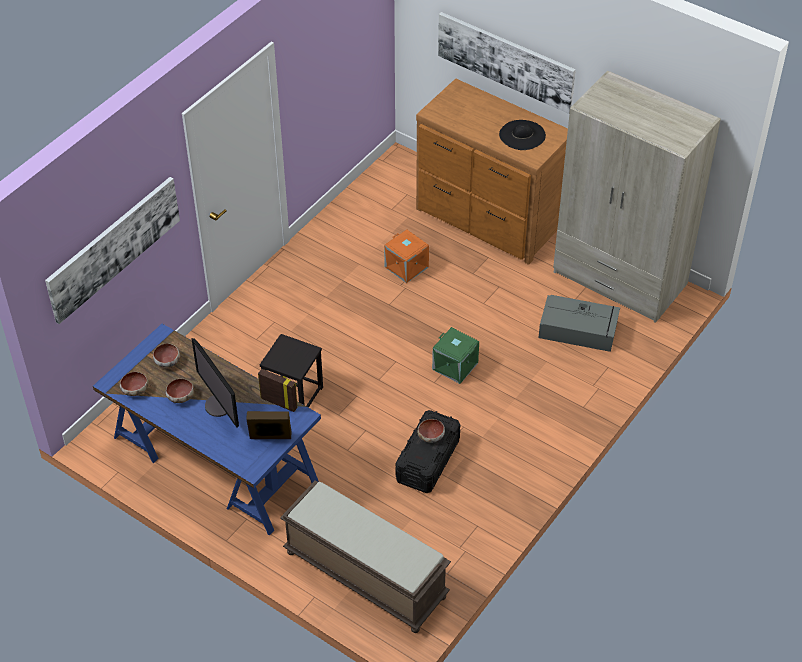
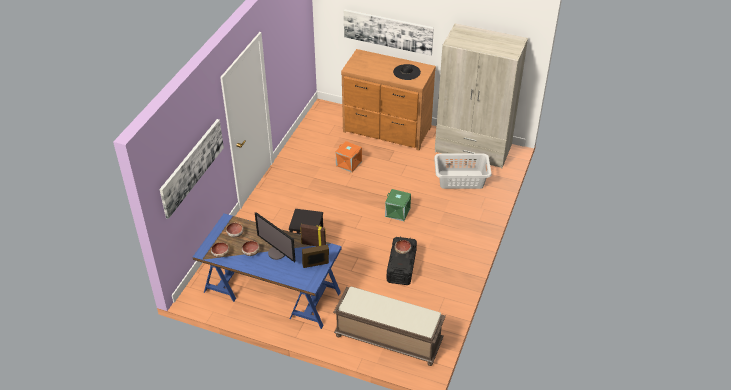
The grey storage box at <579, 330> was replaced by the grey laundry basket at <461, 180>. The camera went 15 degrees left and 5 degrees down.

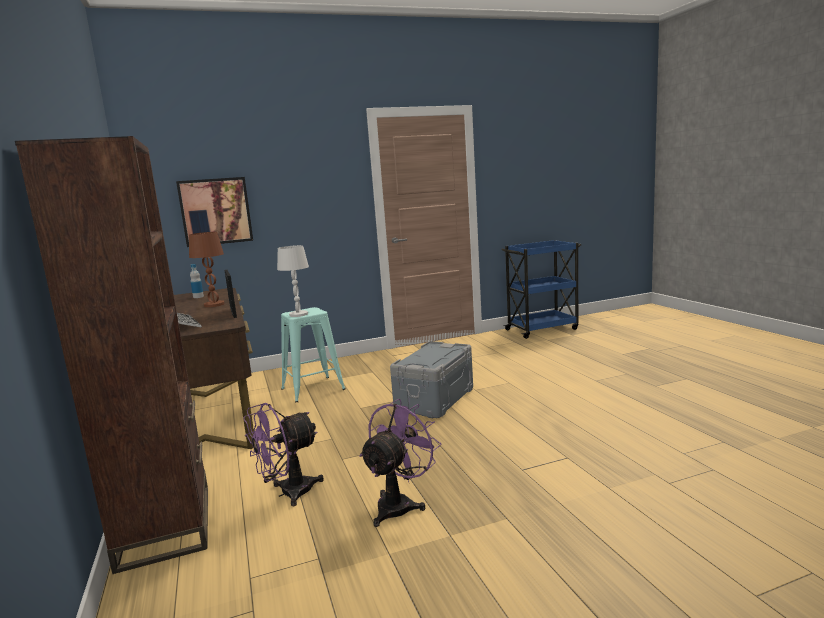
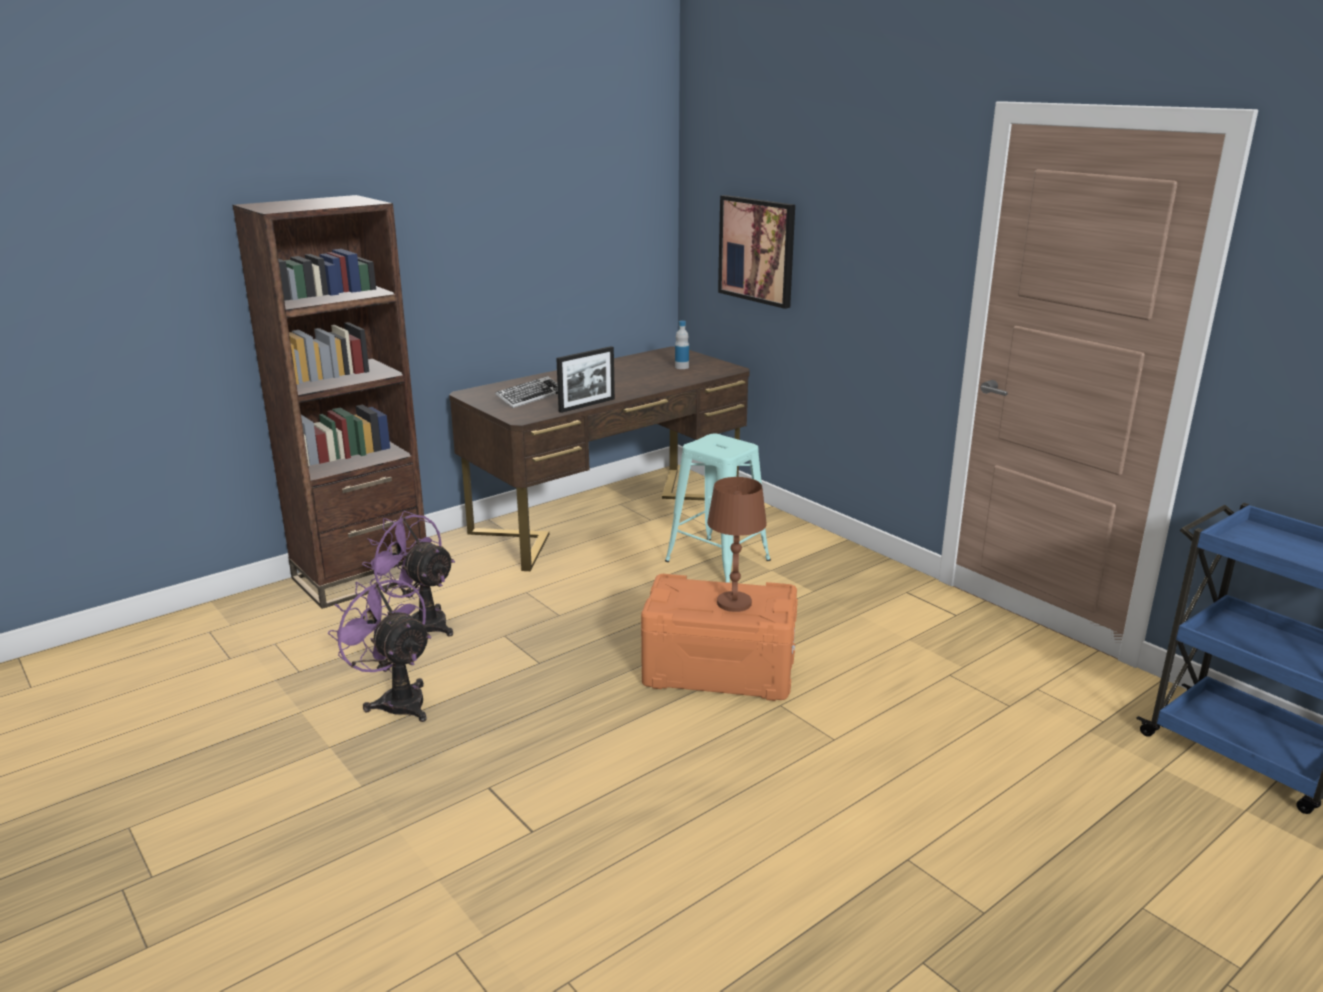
The purple electric fan at <400, 504> turned 150 degrees counterclockwise. The grey storage box at <434, 399> became the orange storage box at <719, 670>. The brownish tabletop lamp moved from <214, 305> to <734, 603>. The whitish tabletop lamp at <298, 314> disappeared. The camera went 70 degrees right and 10 degrees up.

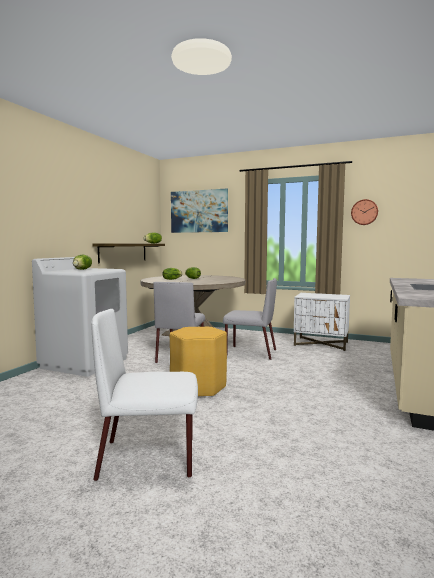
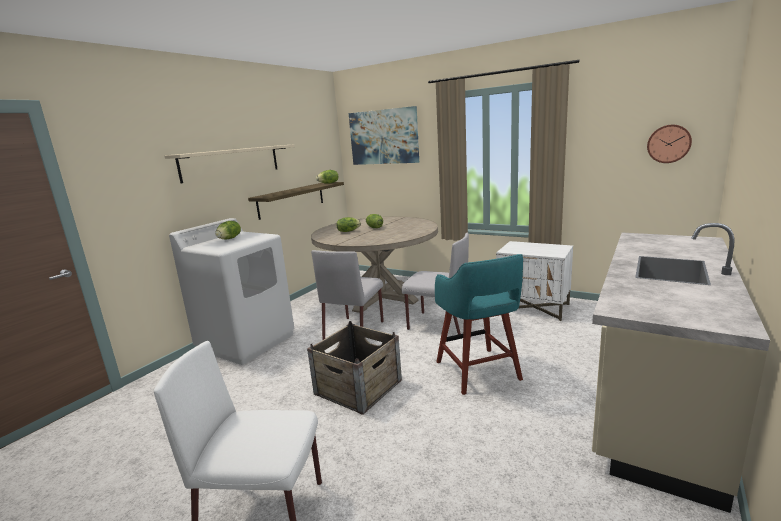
The beige-coloured wall shelf at <231, 162> appeared. The yellow stool at <199, 387> was replaced by the packing crate at <358, 387>. The turquoise-coloured stool at <478, 372> appeared. The clock on the wall moved from <364, 212> to <668, 143>. The camera went 10 degrees right and 10 degrees up.

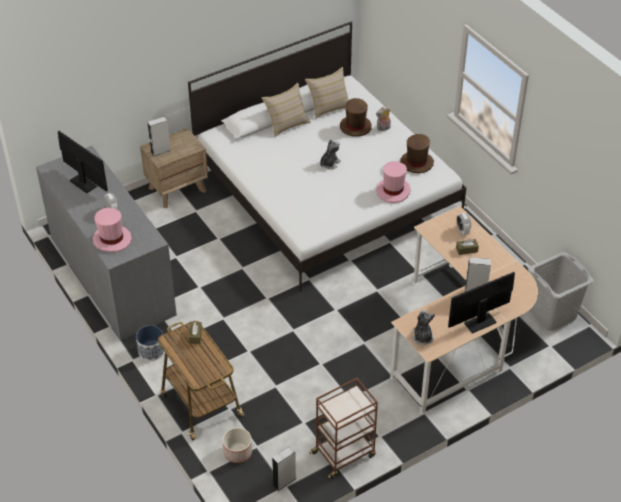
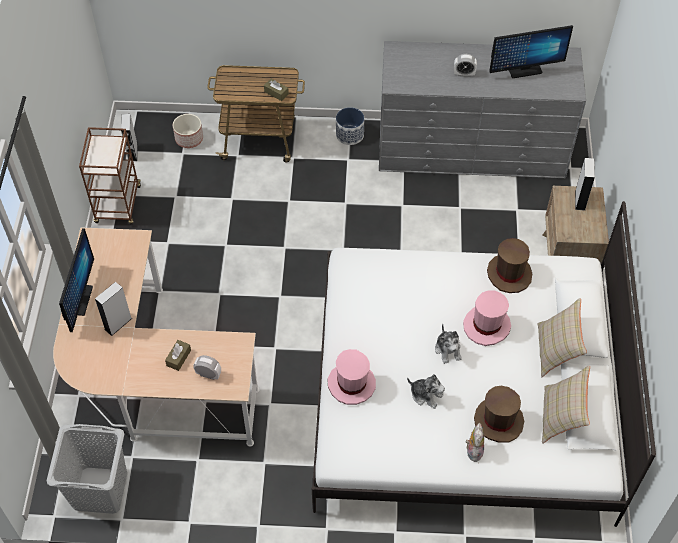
The soft toy moved from <422, 337> to <426, 395>. The pink-coloured clothing hat moved from <112, 239> to <487, 326>. The brownish clothing hat moved from <416, 163> to <509, 274>. The camera went 125 degrees right and 10 degrees up.

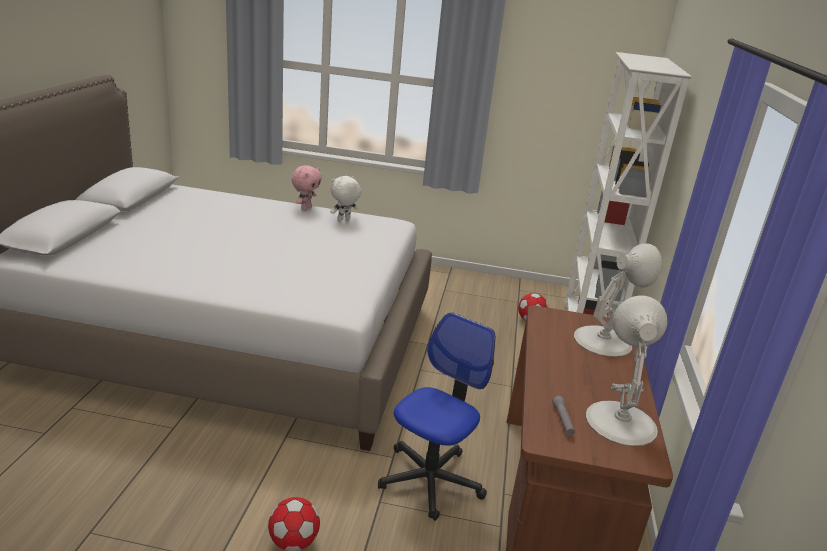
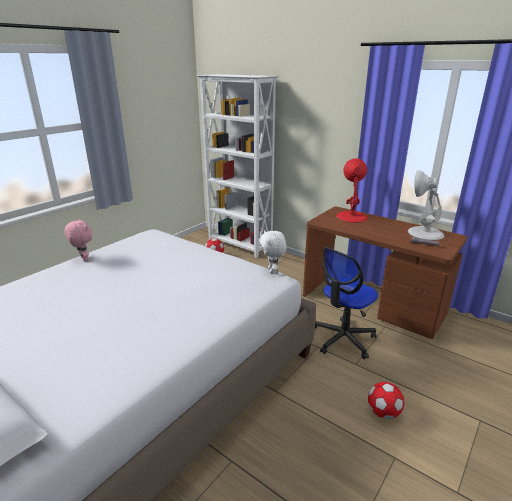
The whitish soft toy moved from <344, 219> to <272, 271>. The computer chair at <430, 480> turned 105 degrees counterclockwise. The whitish tabletop lamp at <603, 340> became the red tabletop lamp at <351, 216>. The camera went 60 degrees left and 0 degrees up.

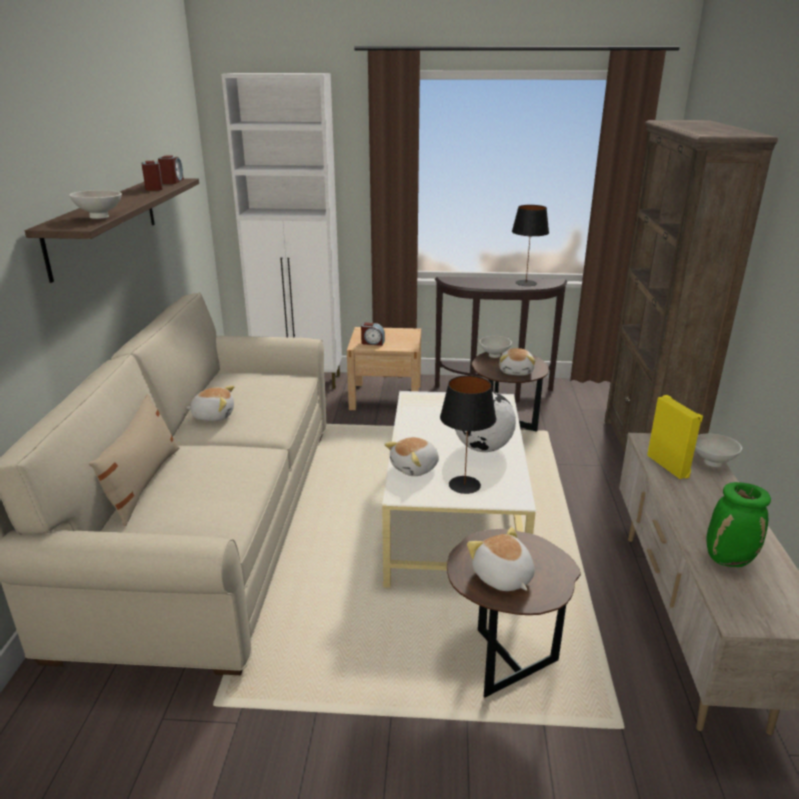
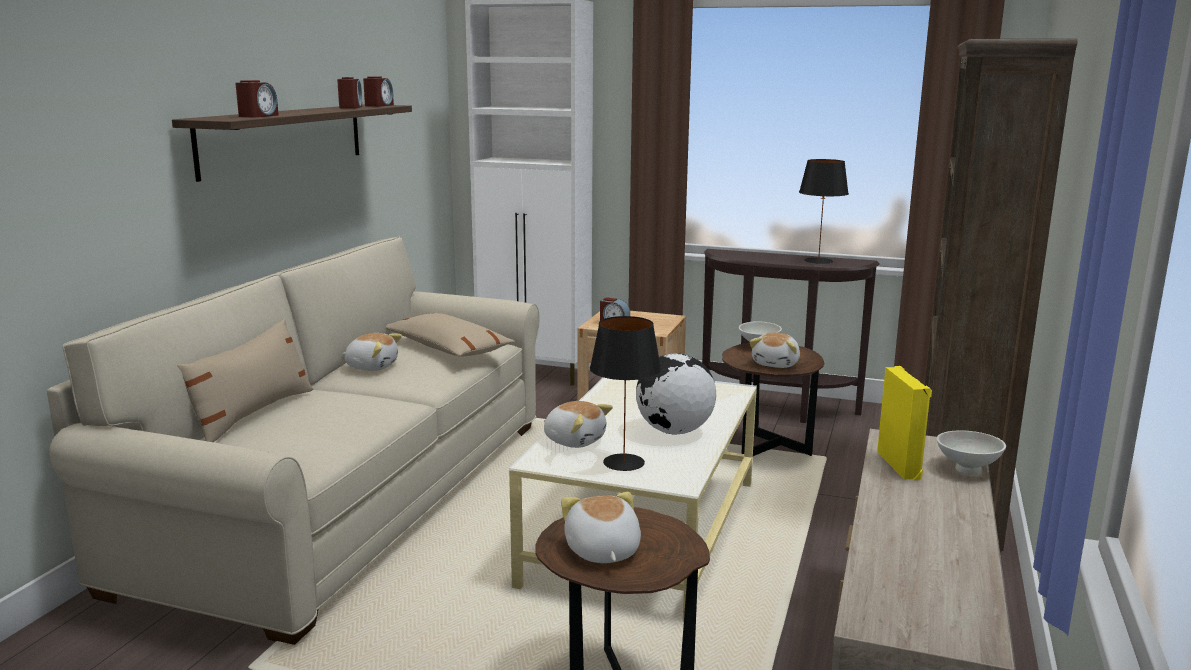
The whitish deep dish at <99, 216> was replaced by the alarm clock at <258, 116>. The beige-coloured throw pillow at <447, 349> appeared. The soft toy at <415, 468> turned 120 degrees counterclockwise. The greenish decorative vase at <729, 559> disappeared. The camera went 15 degrees right and 10 degrees down.

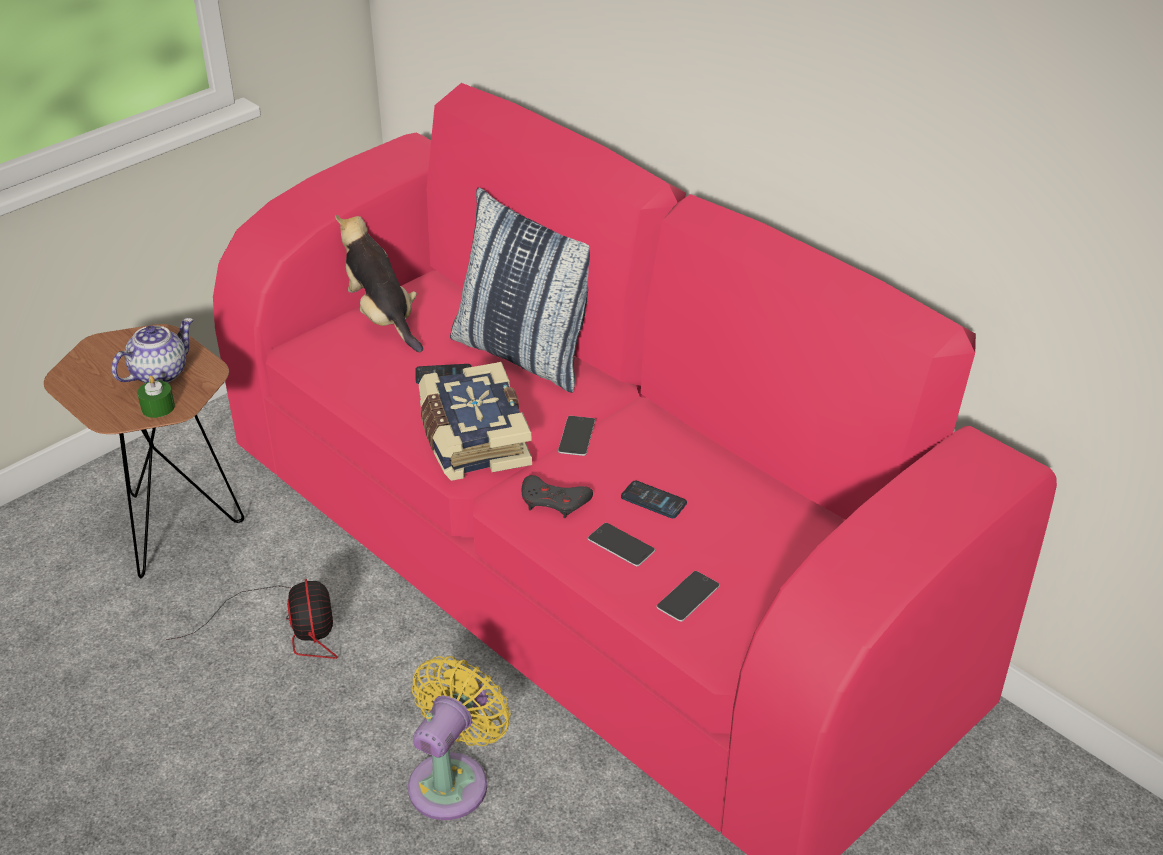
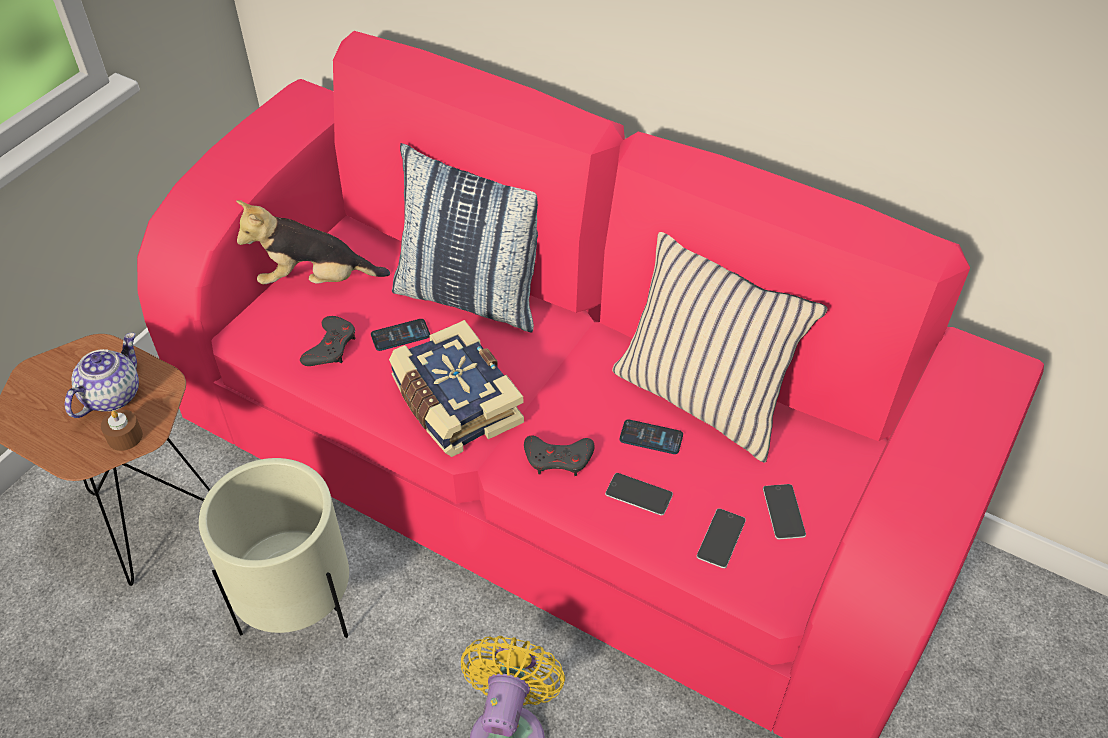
The greenish candle at <158, 407> became the brownish candle at <125, 437>. The electric fan at <289, 629> was replaced by the beige-coloured plant pot at <299, 608>. The soft toy at <381, 317> turned 45 degrees counterclockwise. The grey joypad at <331, 347> appeared. The beige-coloured throw pillow at <703, 398> appeared. The handset moved from <576, 436> to <783, 511>. The camera went 15 degrees left and 10 degrees up.

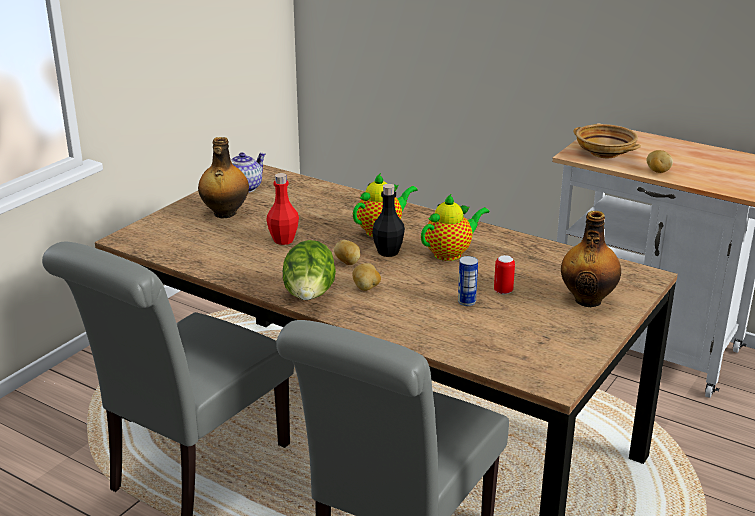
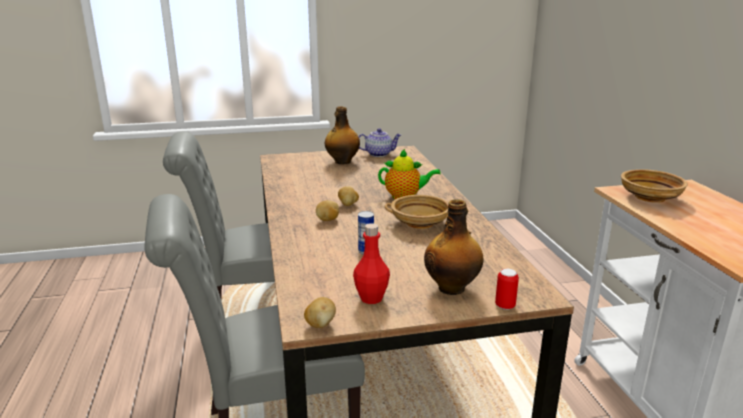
The potato moved from <657, 171> to <320, 324>. The red drink bottle moved from <283, 240> to <371, 298>. The teapot at <450, 253> was replaced by the beige-coloured deep dish at <419, 223>. The can moved from <503, 291> to <505, 306>. The lettuce head at <310, 297> disappeared. The black drink bottle at <388, 252> disappeared. The camera went 45 degrees right and 5 degrees down.

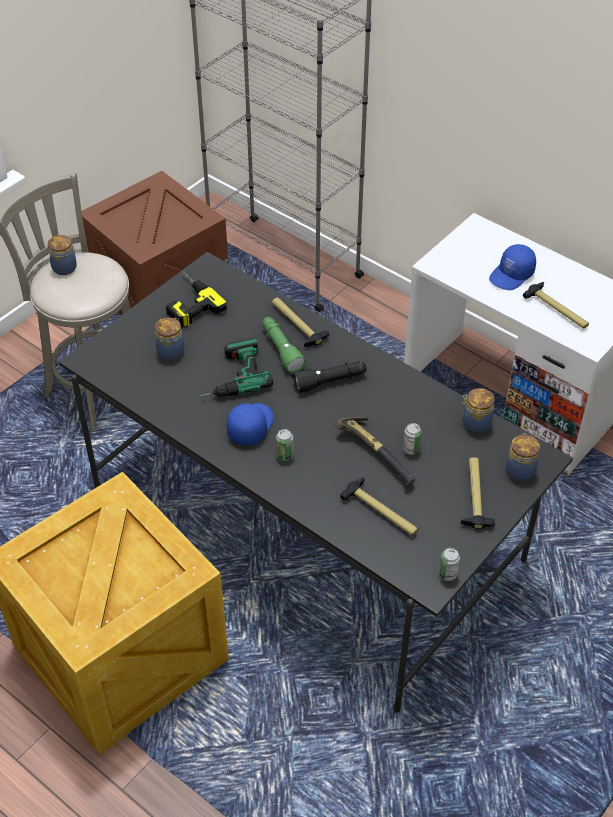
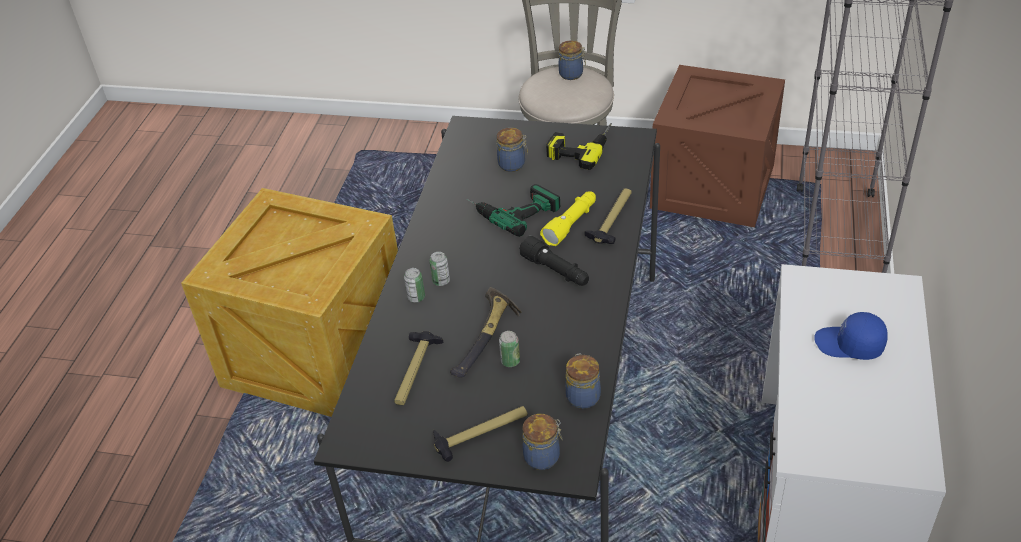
The can moved from <447, 574> to <416, 297>. The greenish hand torch at <281, 349> became the yellow hand torch at <571, 224>. The blue peaked cap at <250, 426> disappeared. The hammer at <557, 310> disappeared. The camera went 65 degrees right and 5 degrees down.

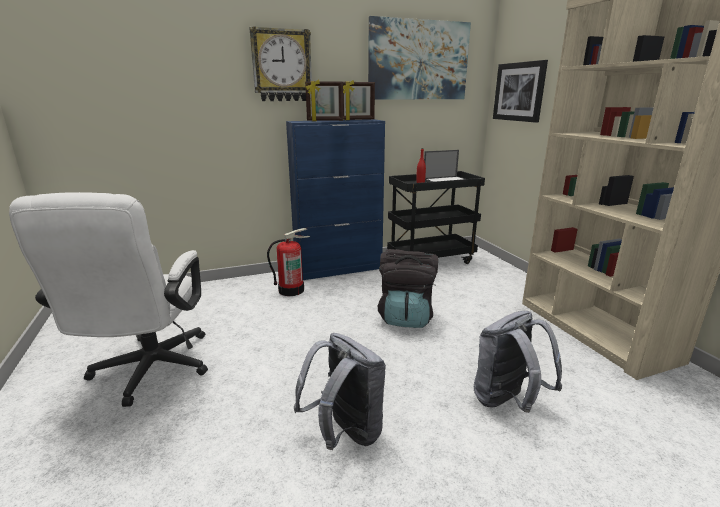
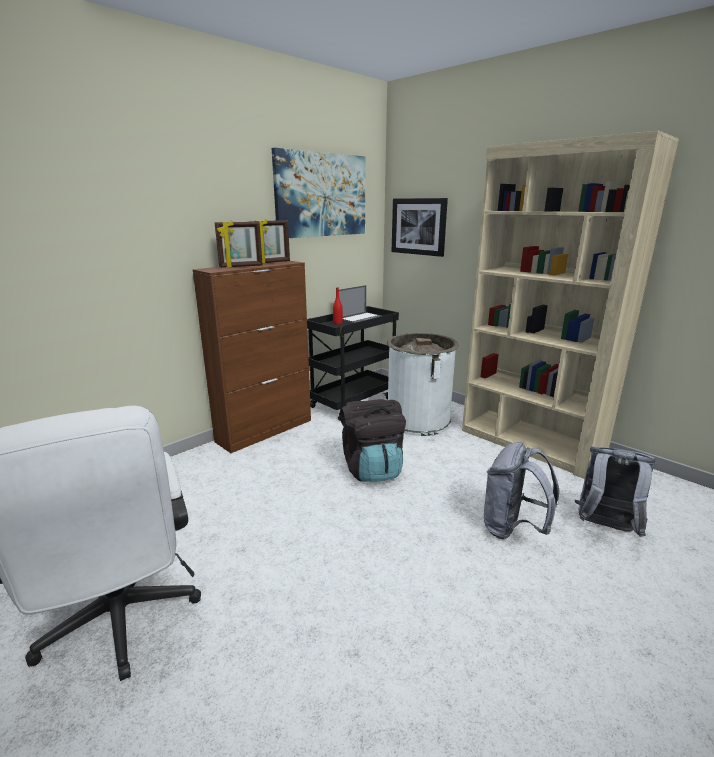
The blue cabinet at <339, 269> became the brownish cabinet at <265, 430>. The whitish waste bin at <418, 420> appeared. The grey backpack moved from <345, 433> to <605, 528>. The clock on the wall at <281, 66> disappeared. The fire extinguisher at <291, 290> disappeared. The camera went 25 degrees left and 0 degrees up.

